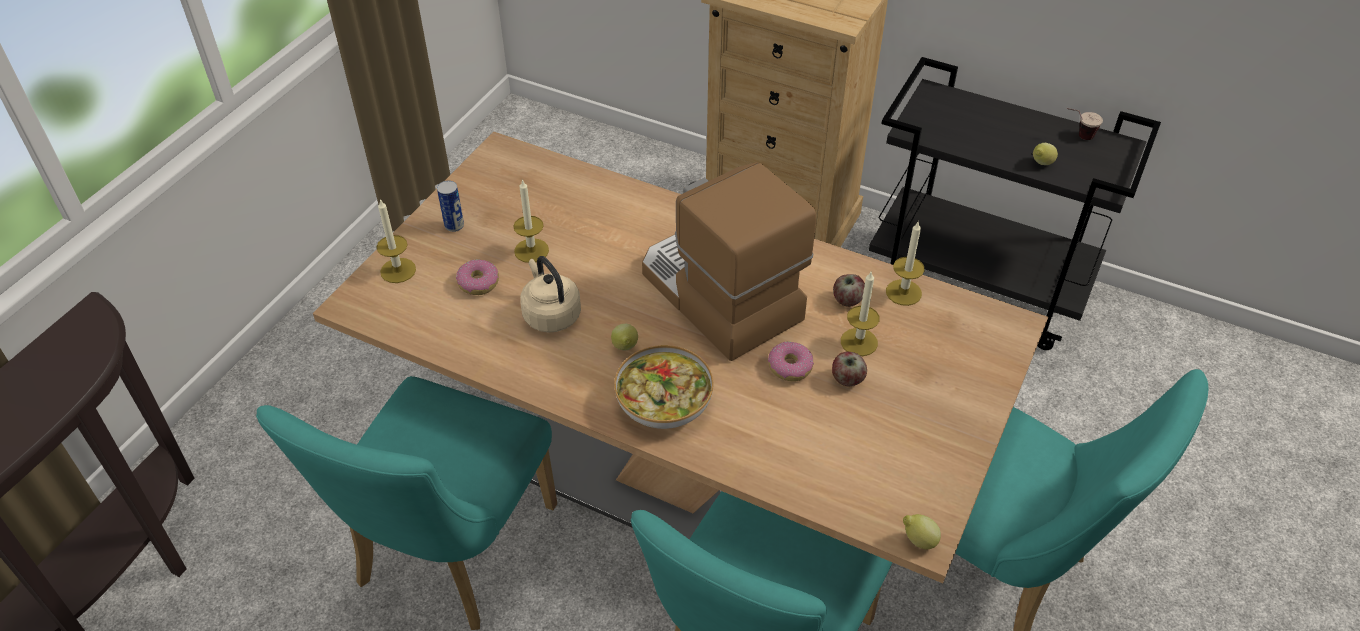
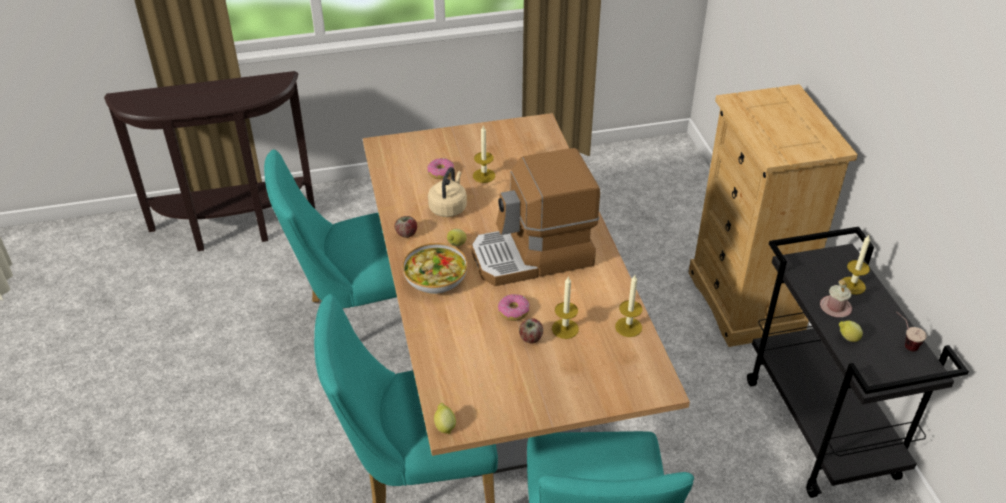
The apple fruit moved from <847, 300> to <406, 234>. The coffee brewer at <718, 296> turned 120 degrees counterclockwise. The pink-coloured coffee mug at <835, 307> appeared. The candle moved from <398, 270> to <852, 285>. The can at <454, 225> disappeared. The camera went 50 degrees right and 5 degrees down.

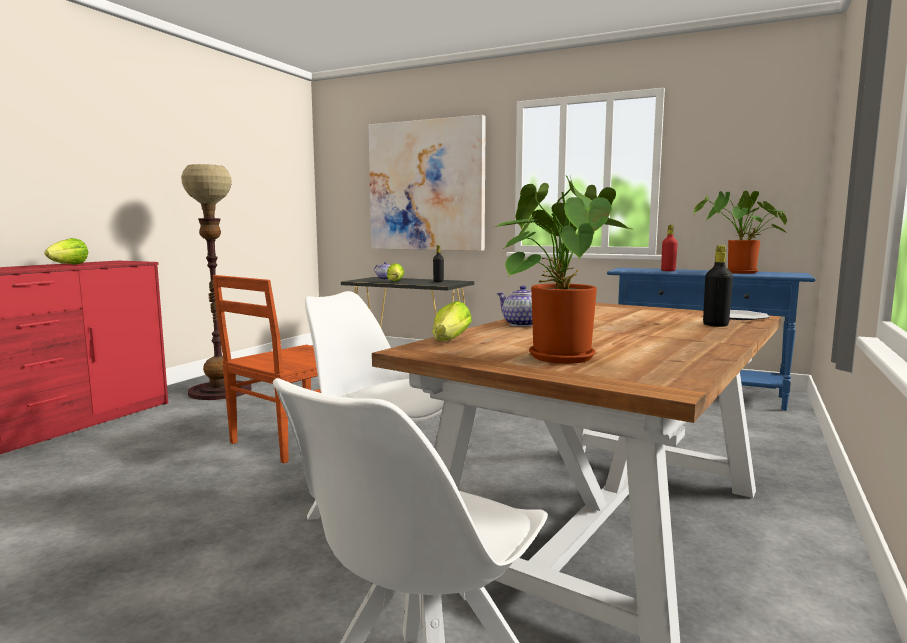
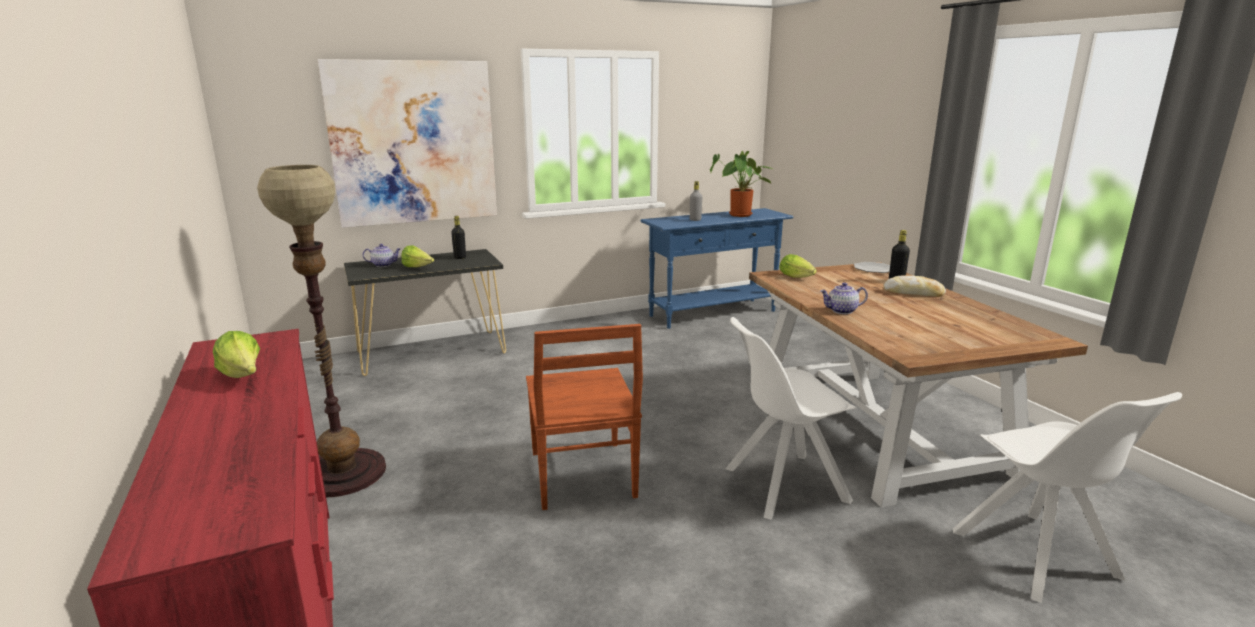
The red drink bottle at <668, 271> became the grey drink bottle at <695, 220>. The lettuce head moved from <449, 342> to <797, 277>. The bread at <913, 293> appeared. The potted plant at <557, 356> disappeared. The camera went 50 degrees left and 10 degrees up.

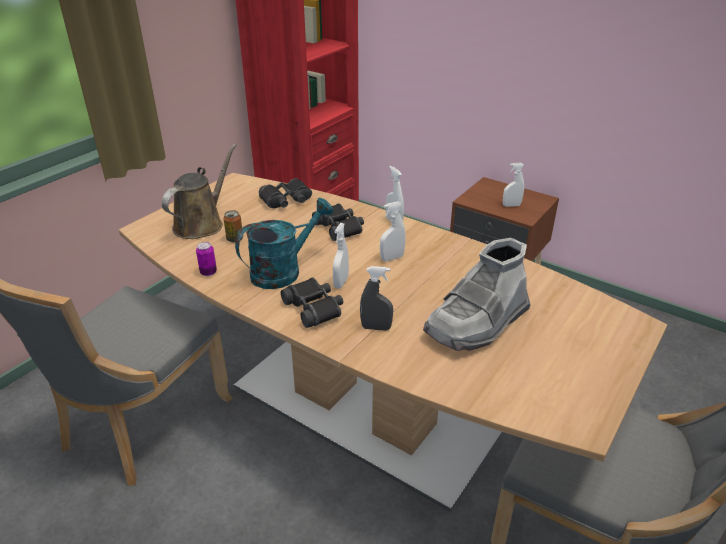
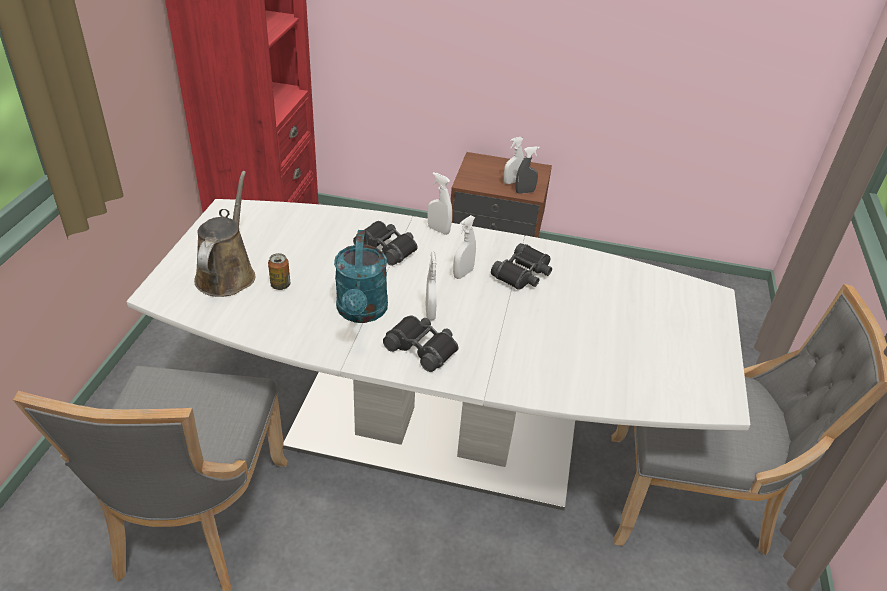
The brownish dining table at <363, 410> became the whitish dining table at <434, 435>. The turquoise-coloured watering can at <283, 271> turned 150 degrees clockwise. The black pair of binoculars moved from <286, 200> to <523, 274>. The grey sprayer moved from <376, 328> to <524, 192>. The can at <208, 272> disappeared. The grey tall boot at <478, 323> disappeared. The camera went 25 degrees left and 5 degrees up.

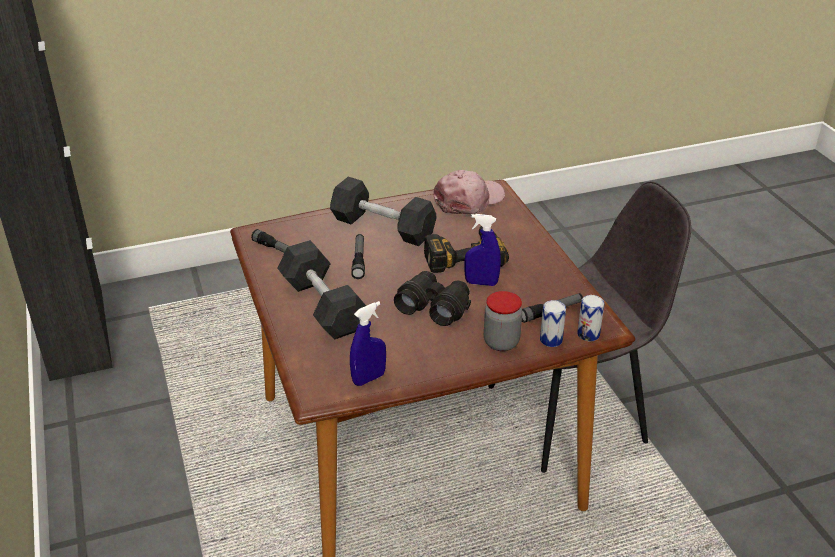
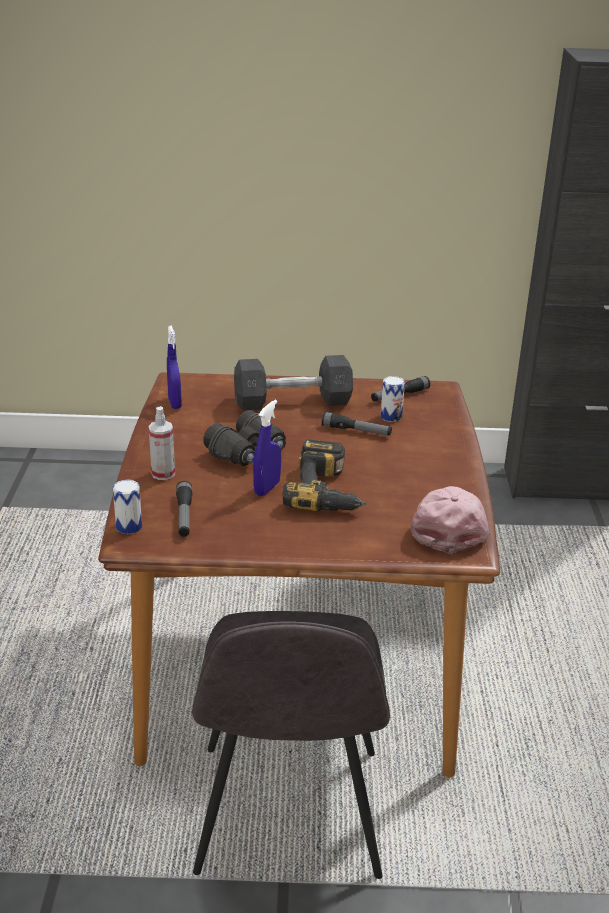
The jar at <501, 342> was replaced by the sprayer at <163, 474>. The can moved from <551, 340> to <391, 417>. The pink-coloured peaked cap at <469, 200> turned 150 degrees counterclockwise. The grey dumbbell at <383, 227> disappeared. The camera went 110 degrees right and 5 degrees down.

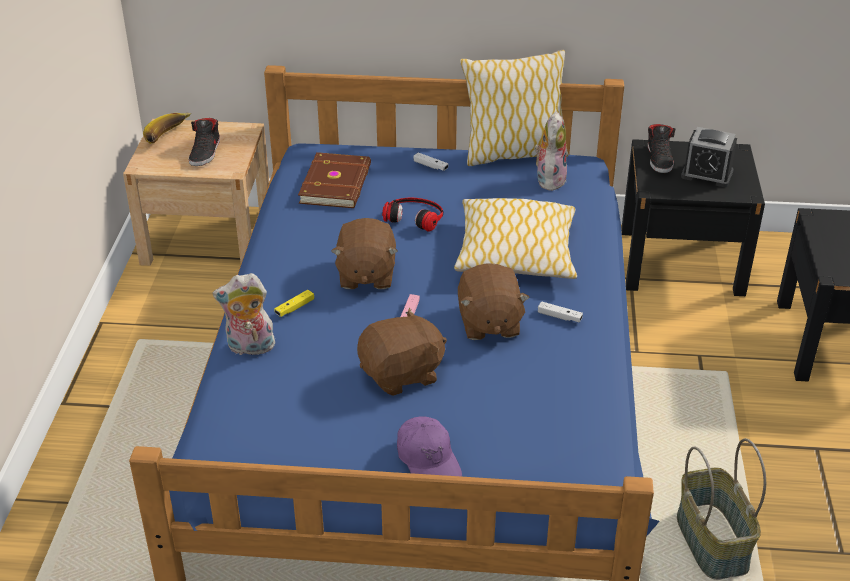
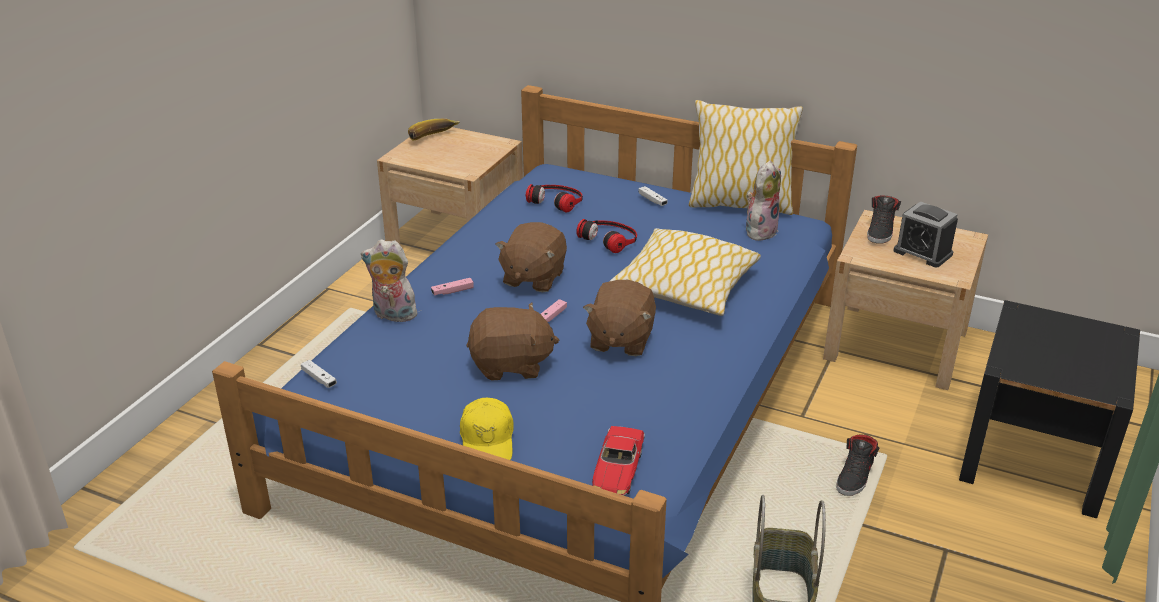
The whitish joypad moved from <559, 316> to <319, 379>. The yellow joypad at <295, 308> became the pink-coloured joypad at <452, 291>. The purple peaked cap at <428, 460> became the yellow peaked cap at <487, 441>. The brownish volume at <337, 184> was replaced by the pair of headphones at <557, 200>. The model car at <617, 471> appeared. The black nightstand at <681, 261> became the beige-coloured nightstand at <896, 344>. The black shoe moved from <205, 152> to <855, 476>. The camera went 20 degrees right and 5 degrees down.

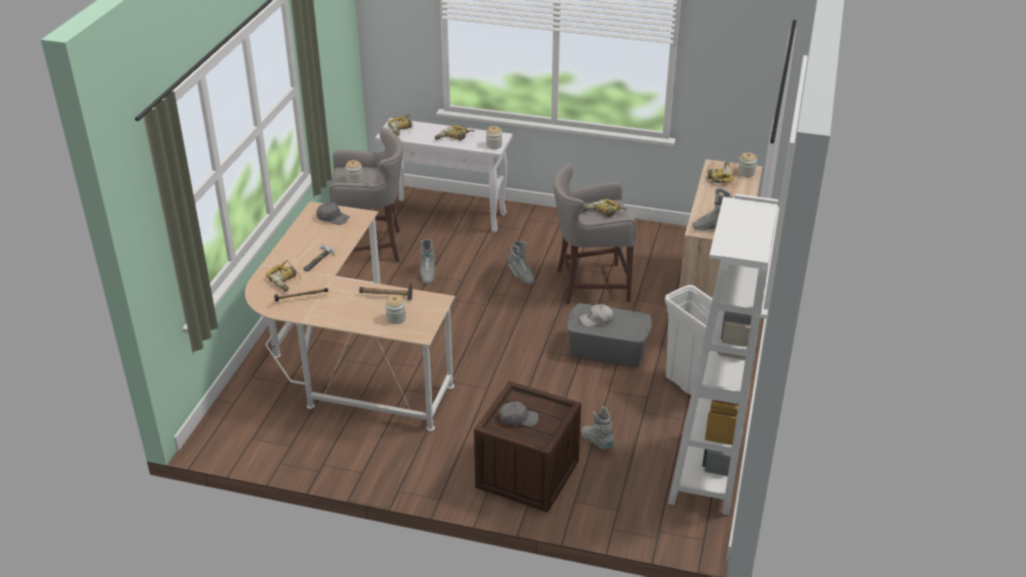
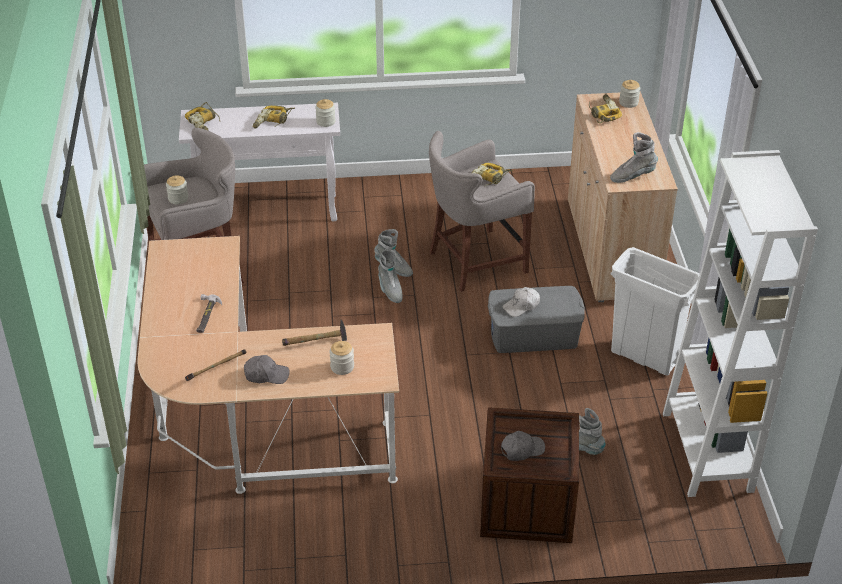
The grey peaked cap moved from <332, 218> to <266, 375>. The grey tall boot moved from <427, 274> to <390, 290>. The power drill at <285, 280> disappeared. The camera went 20 degrees left and 5 degrees up.

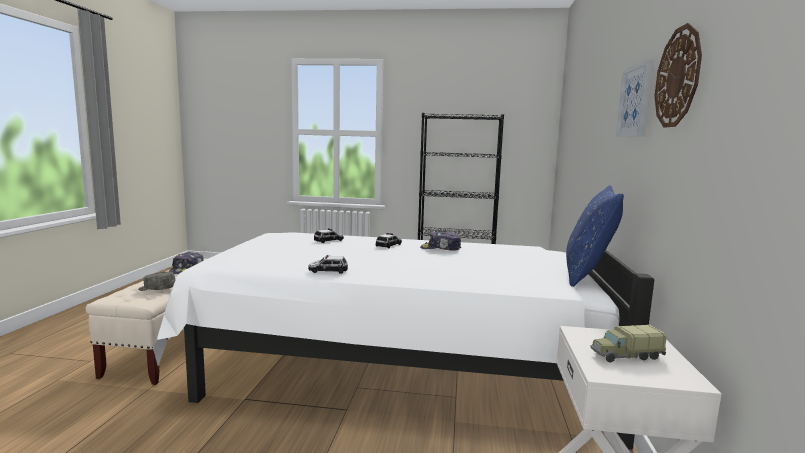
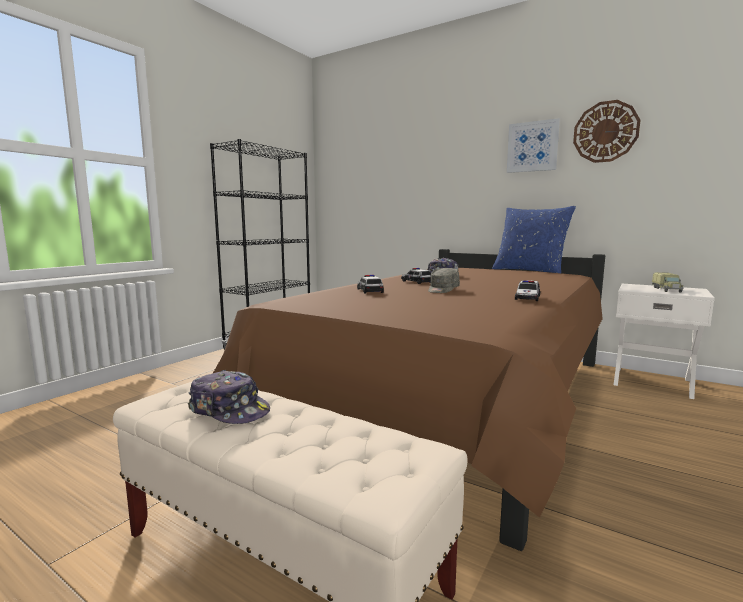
The whitish sleeping bed at <396, 364> became the brownish sleeping bed at <454, 401>. The grey peaked cap moved from <157, 289> to <442, 290>. The camera went 65 degrees left and 0 degrees up.

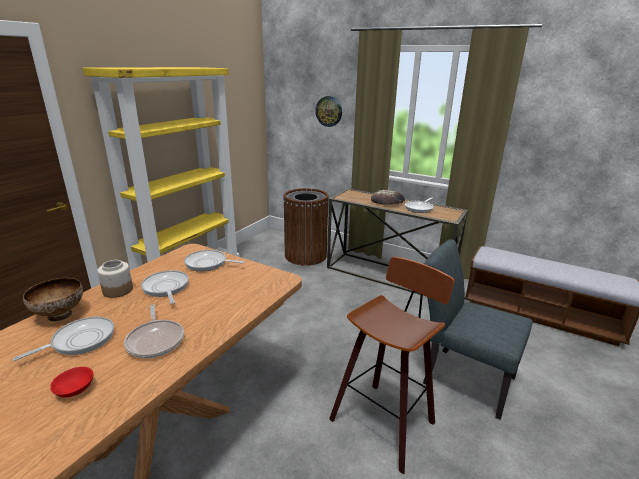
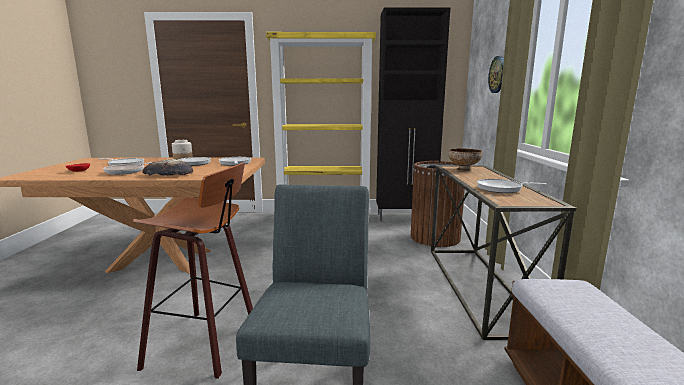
The bread moved from <387, 201> to <168, 174>. The black cabinet at <406, 217> appeared. The deep dish moved from <60, 315> to <463, 169>. The camera went 60 degrees right and 10 degrees down.

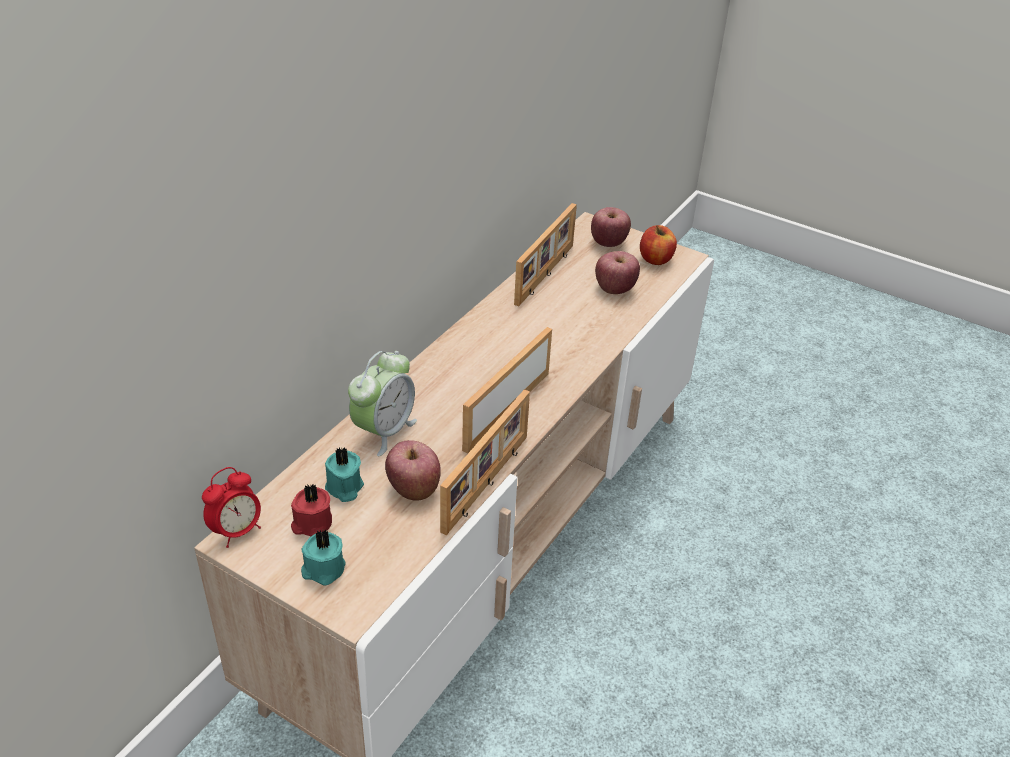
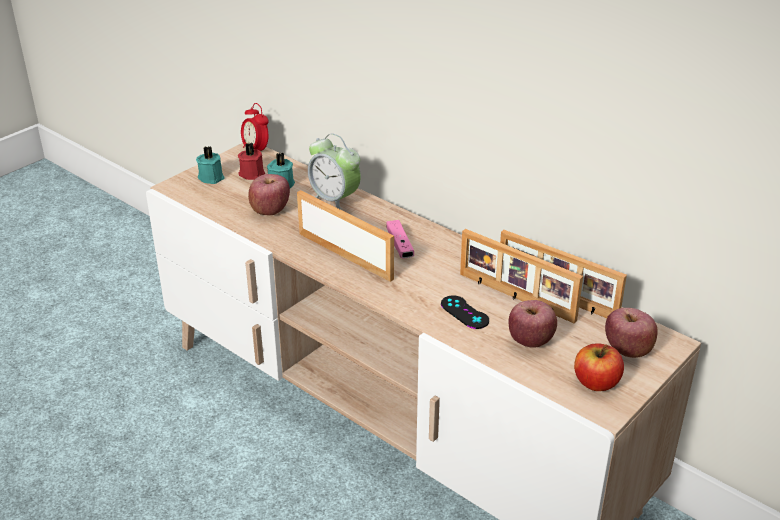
The pink-coloured joypad at <399, 245> appeared. The black joypad at <464, 312> appeared. The photo frame moved from <488, 483> to <515, 298>. The camera went 100 degrees right and 5 degrees down.

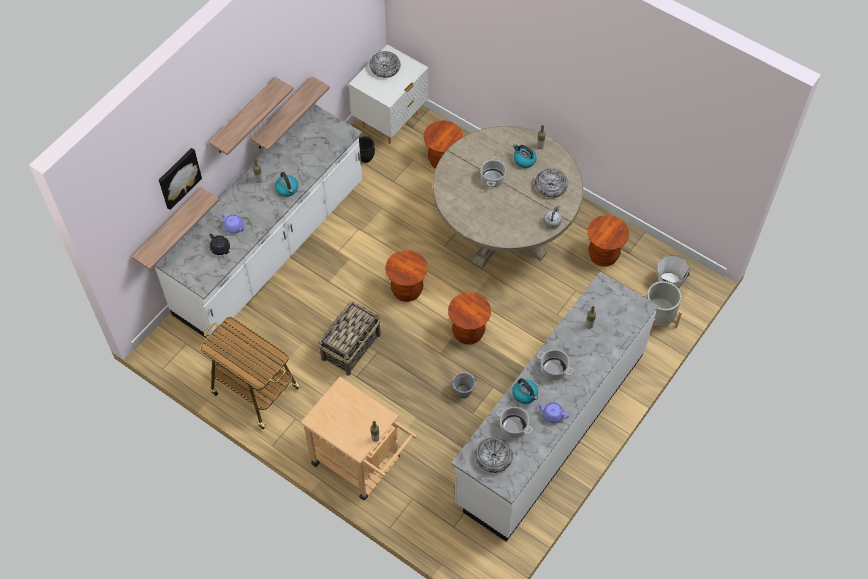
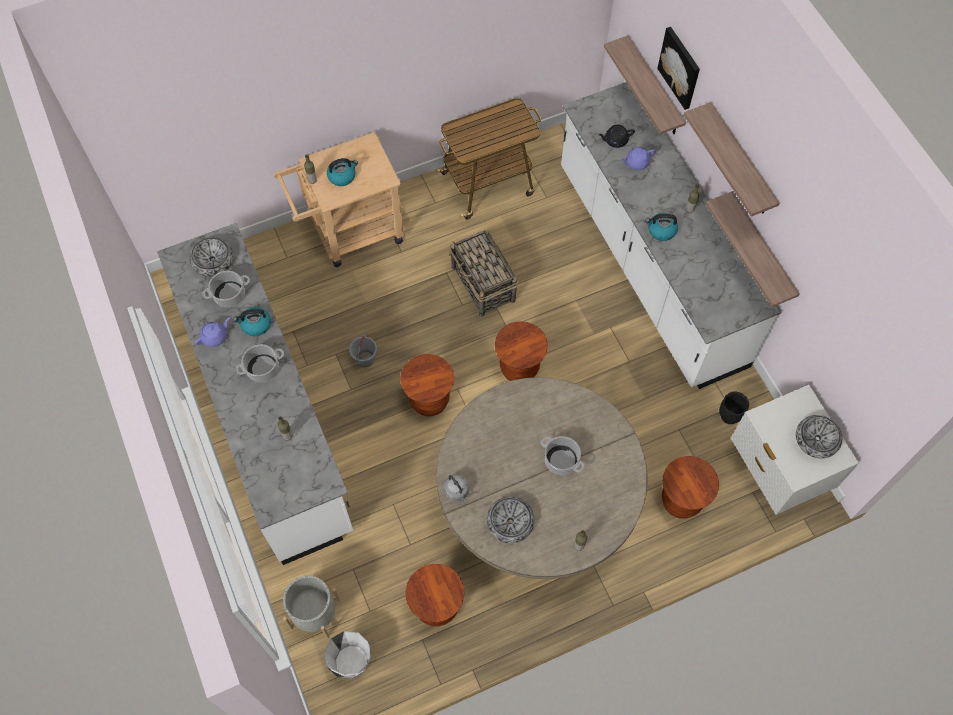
The kettle moved from <524, 160> to <342, 176>. The camera went 120 degrees right and 5 degrees up.

